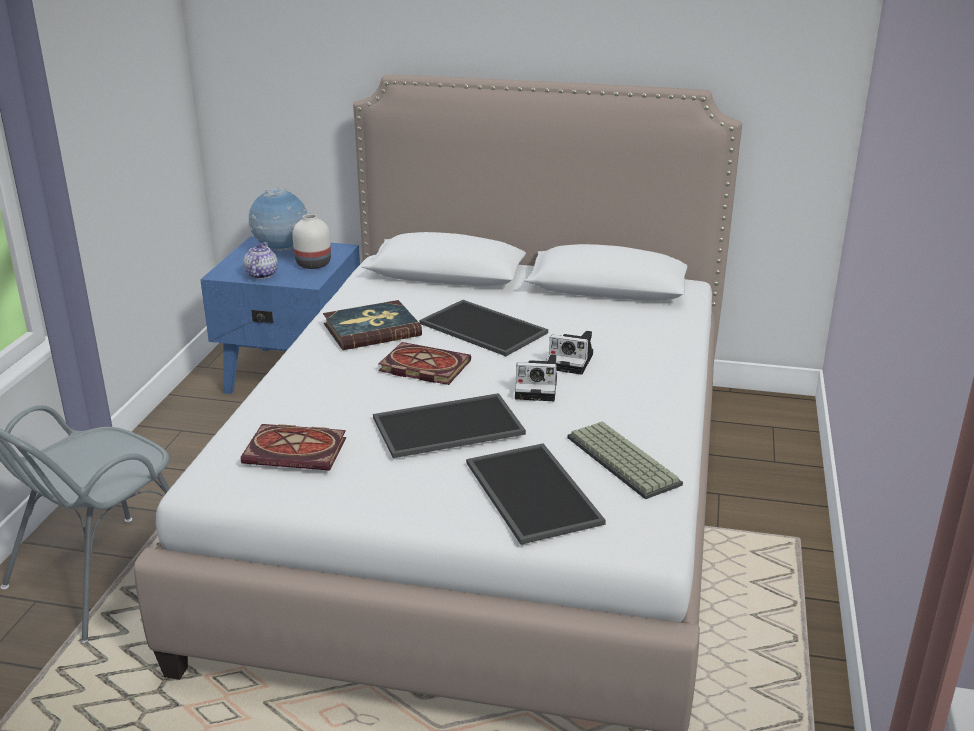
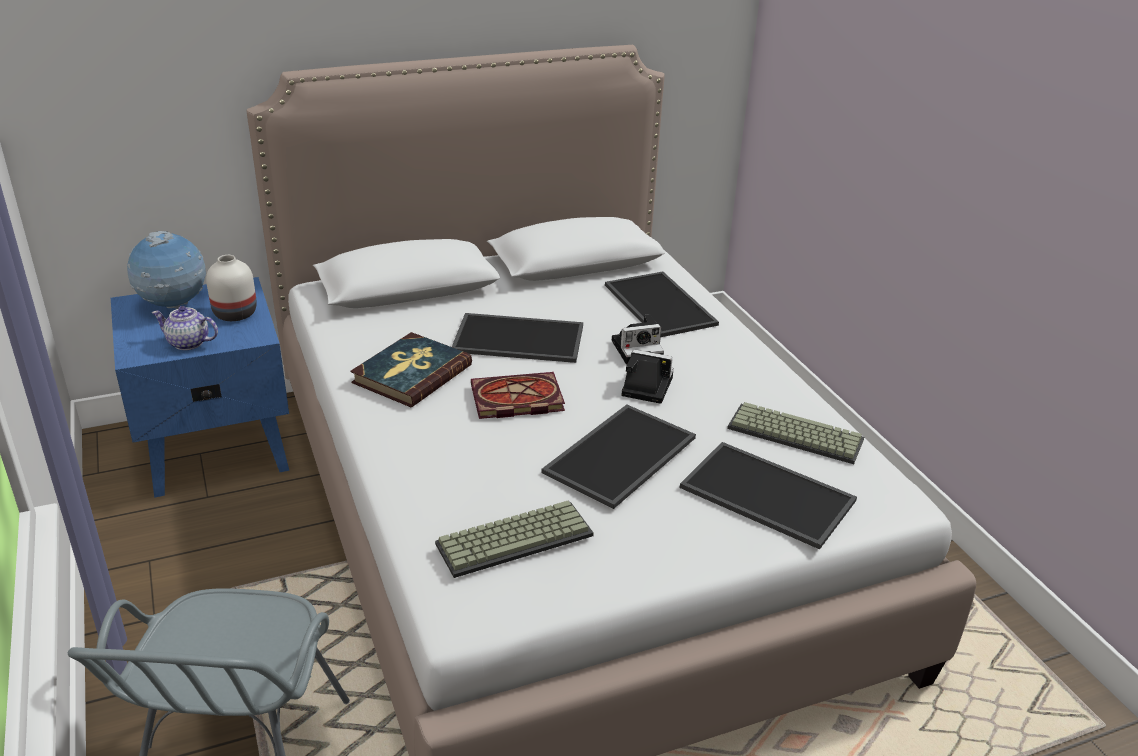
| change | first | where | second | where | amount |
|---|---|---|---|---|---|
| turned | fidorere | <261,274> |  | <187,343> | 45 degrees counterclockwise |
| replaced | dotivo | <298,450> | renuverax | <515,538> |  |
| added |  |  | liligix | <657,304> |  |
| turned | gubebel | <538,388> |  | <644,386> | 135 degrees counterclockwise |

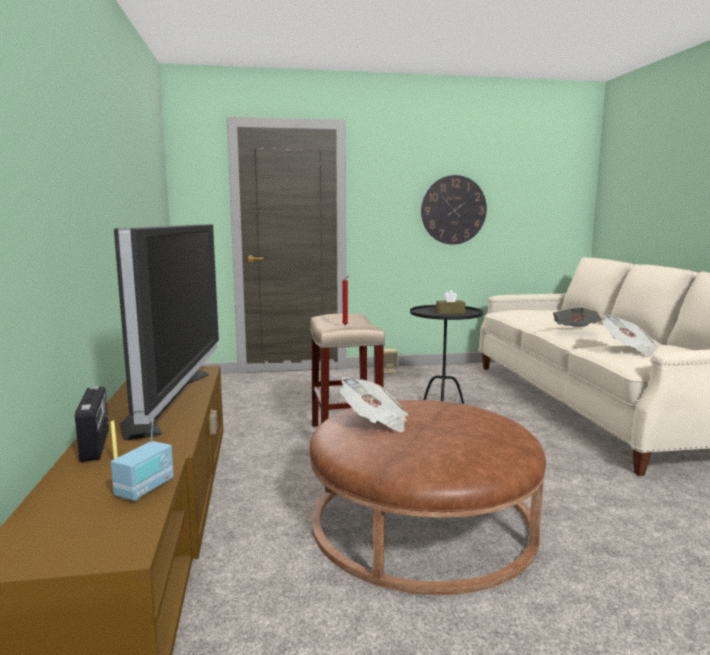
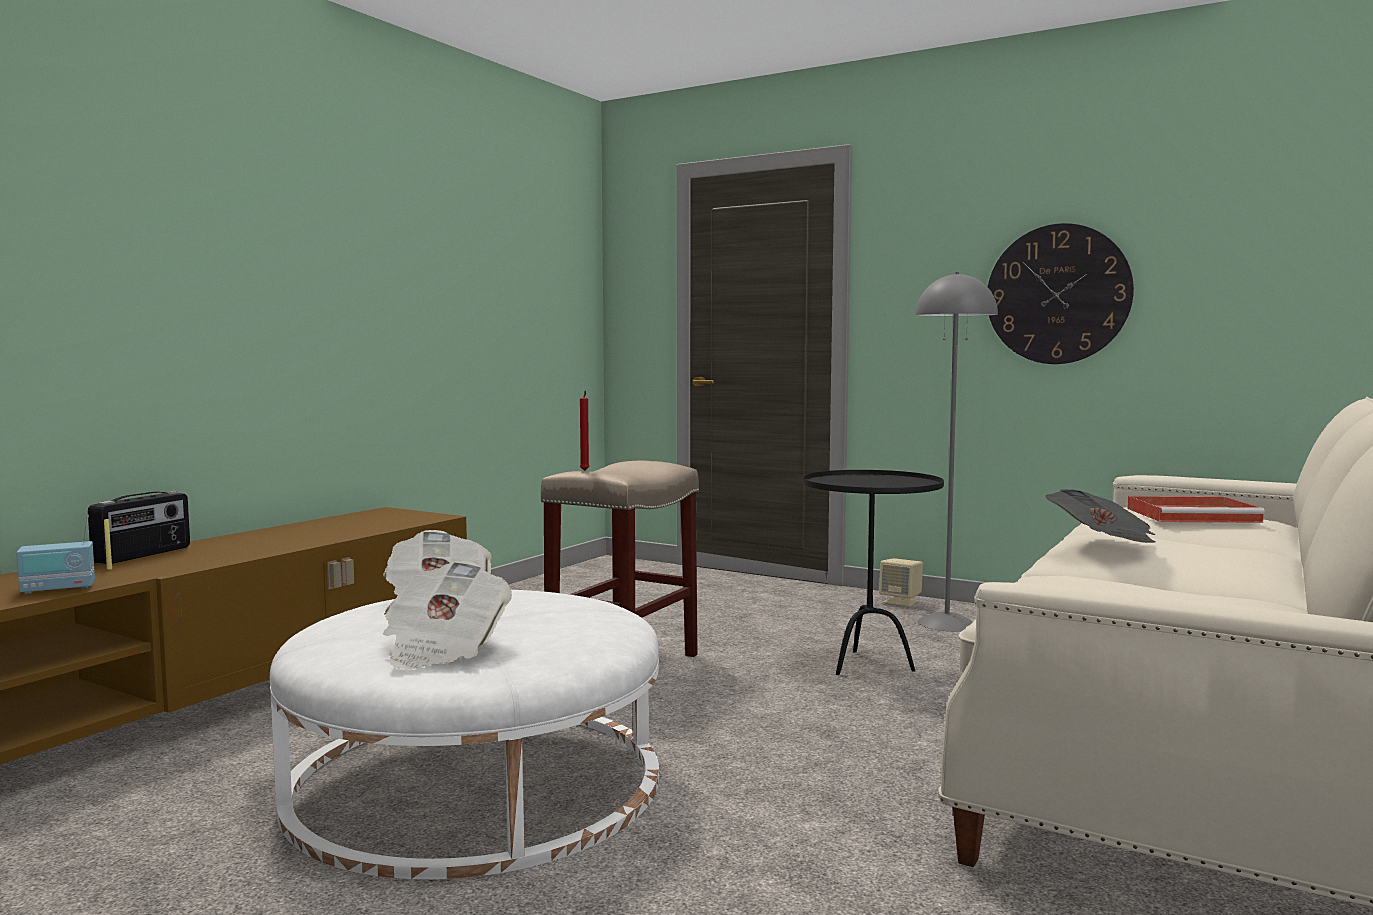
| change | first | where | second | where | amount |
|---|---|---|---|---|---|
| recoloured | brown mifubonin | <422,520> | white mifubonin | <475,780> |  |
| moved | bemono | <629,349> |  | <443,649> |  |
| added |  |  | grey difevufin | <947,623> |  |
| added |  |  | red liligix | <1194,515> |  |
| removed | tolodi | <170,400> |  |  |  |
| removed | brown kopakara | <450,312> |  |  |  |

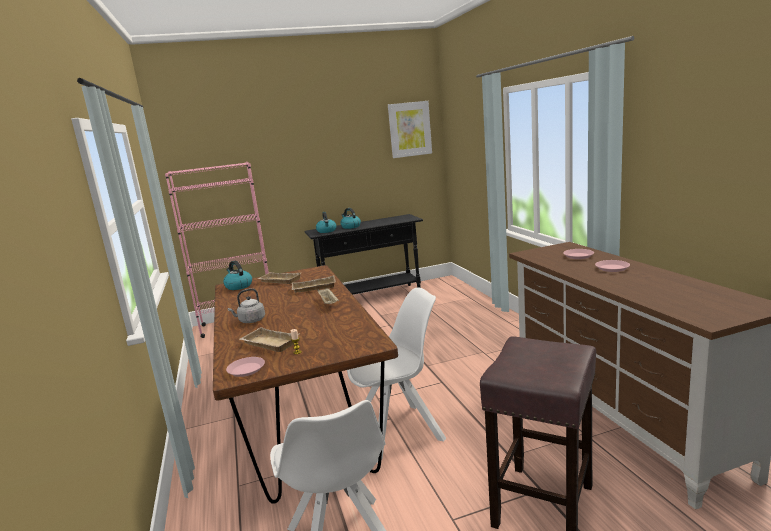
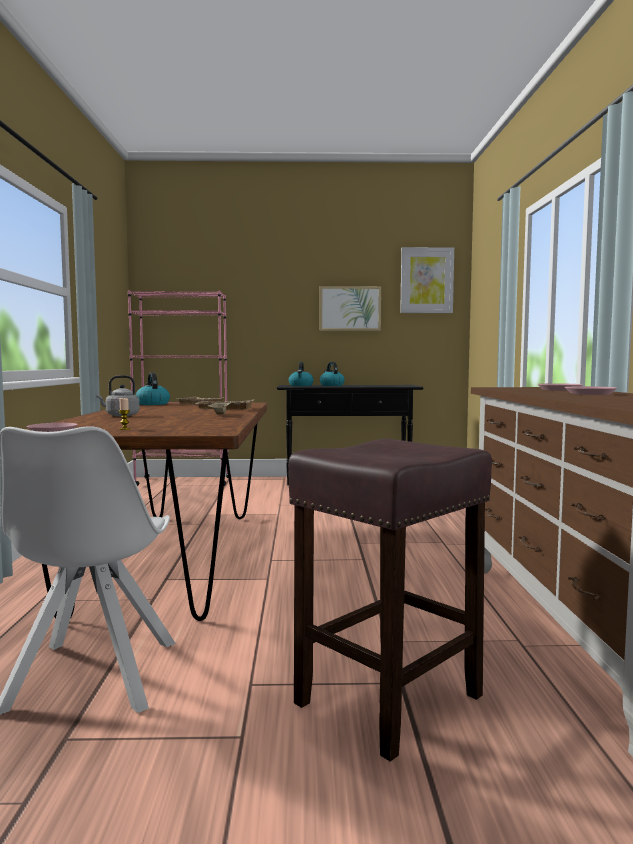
| change | first | where | second | where | amount |
|---|---|---|---|---|---|
| added |  |  | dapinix | <350,308> |  |
| removed | beige liligix | <268,344> |  |  |  |
| removed | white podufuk | <400,431> |  |  |  |

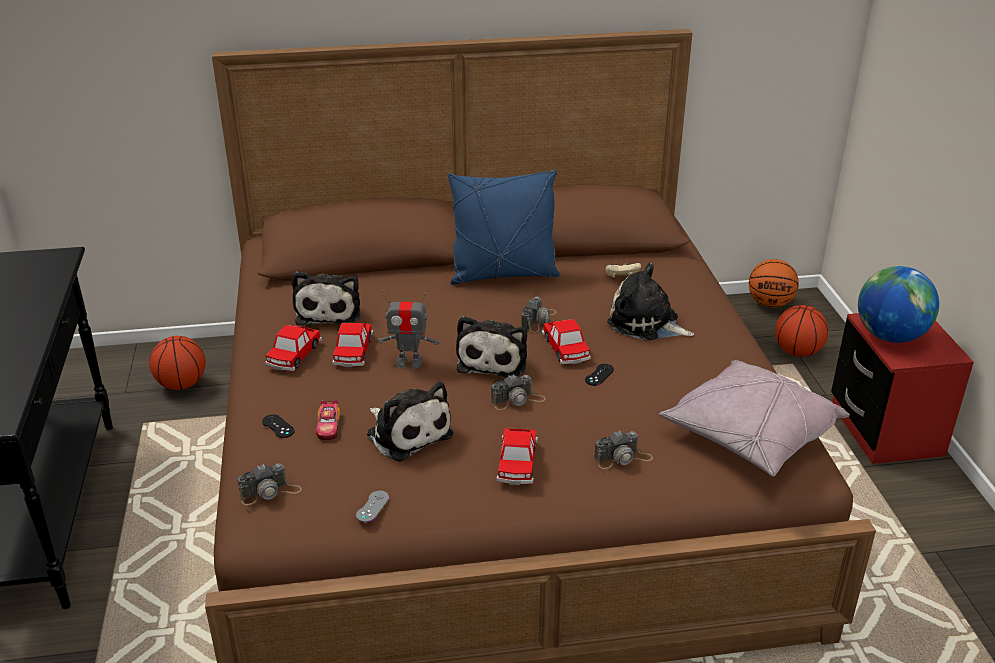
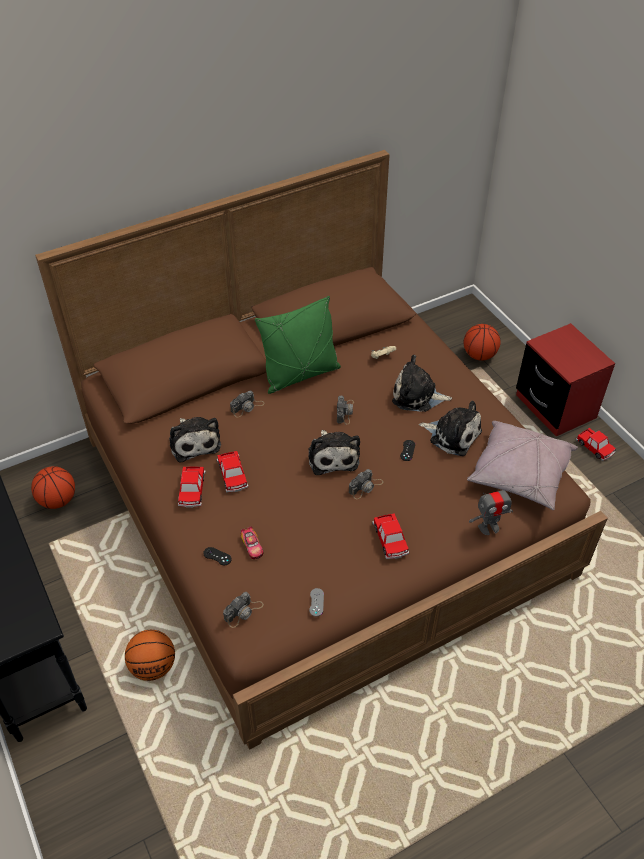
| change | first | where | second | where | amount |
|---|---|---|---|---|---|
| moved | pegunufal | <770,304> |  | <153,666> |  |
| moved | gubebel | <623,458> |  | <247,407> |  |
| recoloured | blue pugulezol | <503,274> | green pugulezol | <300,374> |  |
| moved | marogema | <407,432> |  | <452,435> |  |
| moved | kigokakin | <409,362> |  | <488,527> |  |
| moved | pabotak | <566,348> |  | <595,447> |  |
| removed | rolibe | <890,336> |  |  |  |

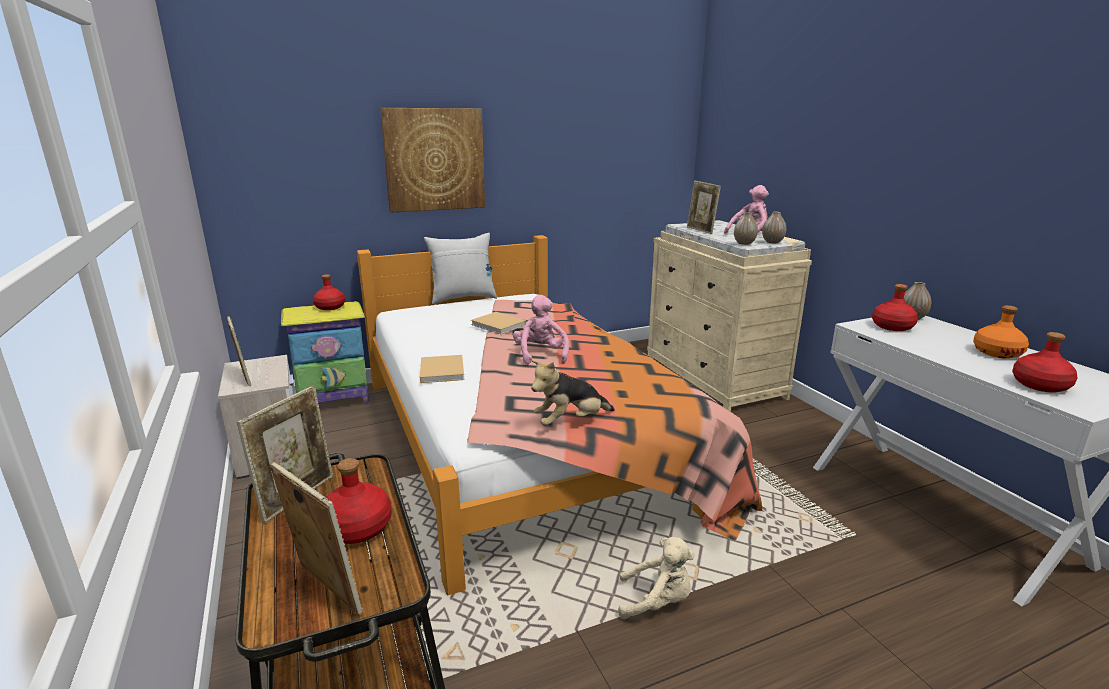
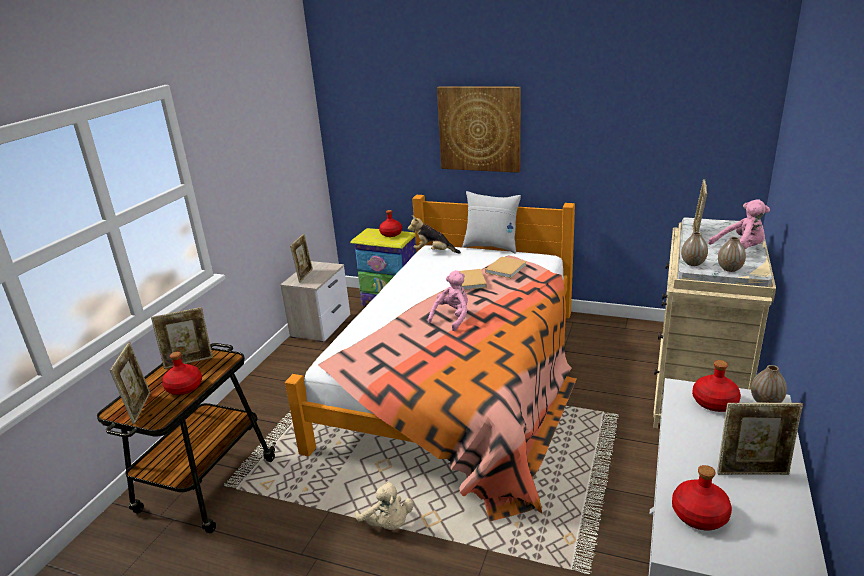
| change | first | where | second | where | amount |
|---|---|---|---|---|---|
| moved | marogema | <570,422> |  | <433,252> |  |
| moved | beige dotivo | <442,370> |  | <506,268> |  |
| replaced | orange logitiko | <997,352> | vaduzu | <752,471> |  |

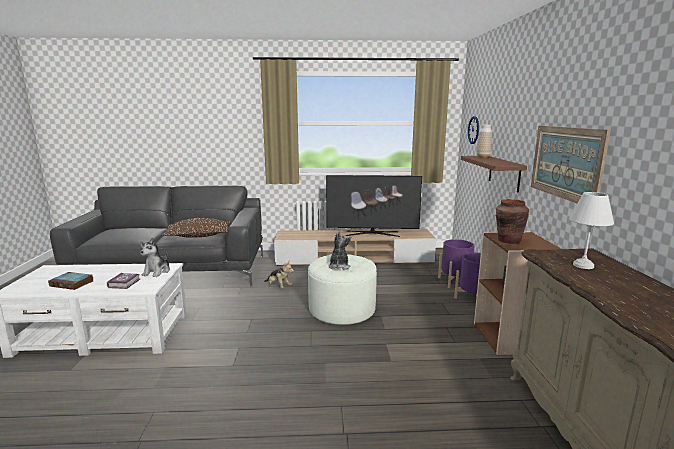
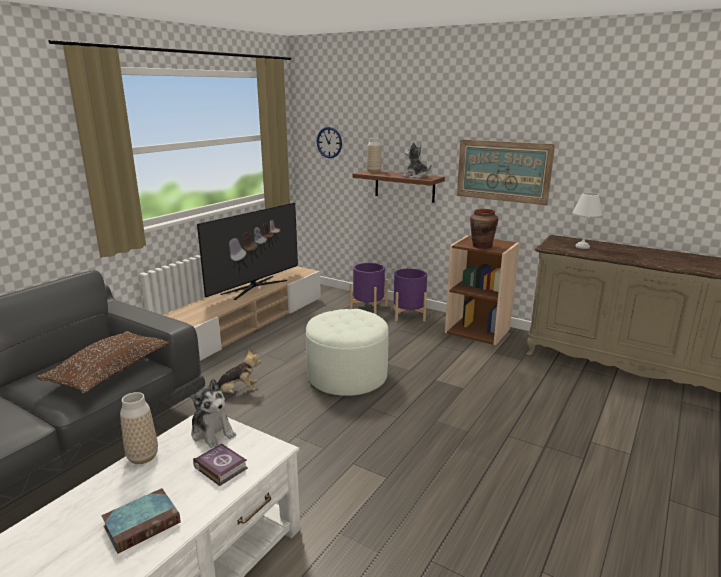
| change | first | where | second | where | amount |
|---|---|---|---|---|---|
| added |  |  | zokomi | <143,457> |  |
| moved | marogema | <339,266> |  | <416,176> |  |

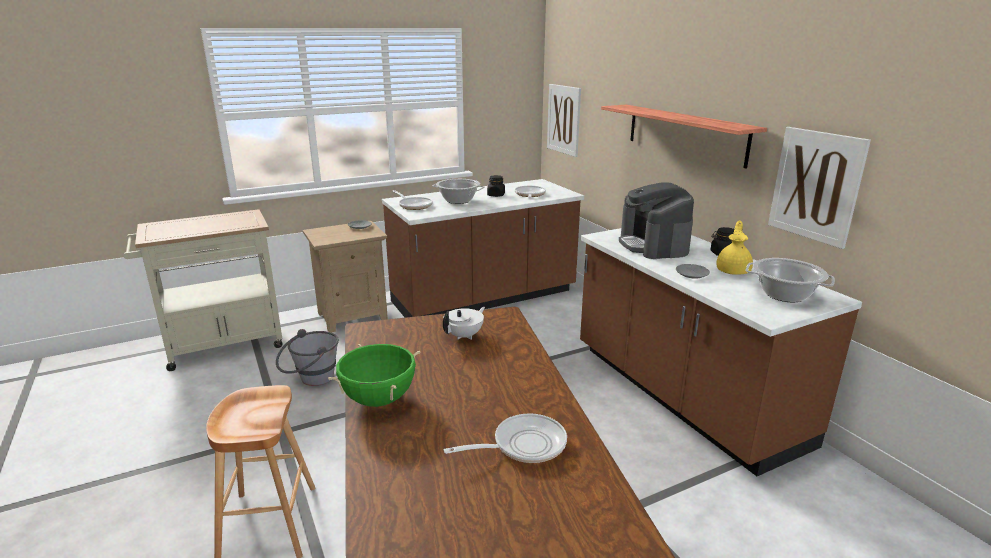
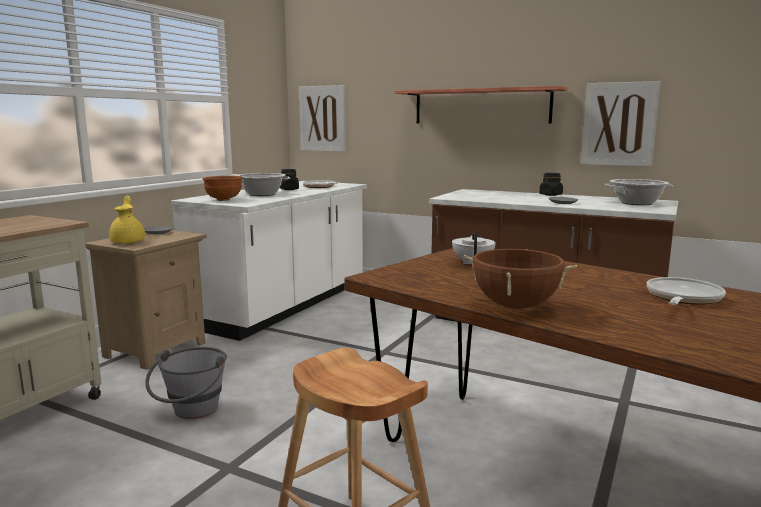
| change | first | where | second | where | amount |
|---|---|---|---|---|---|
| moved | yellow fidorere | <733,270> |  | <129,242> |  |
| recoloured | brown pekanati | <484,298> | white pekanati | <284,305> |  |
| replaced | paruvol | <414,205> | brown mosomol | <223,200> |  |
| recoloured | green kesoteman | <379,400> | brown kesoteman | <515,306> |  |
| removed | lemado | <653,245> |  |  |  |

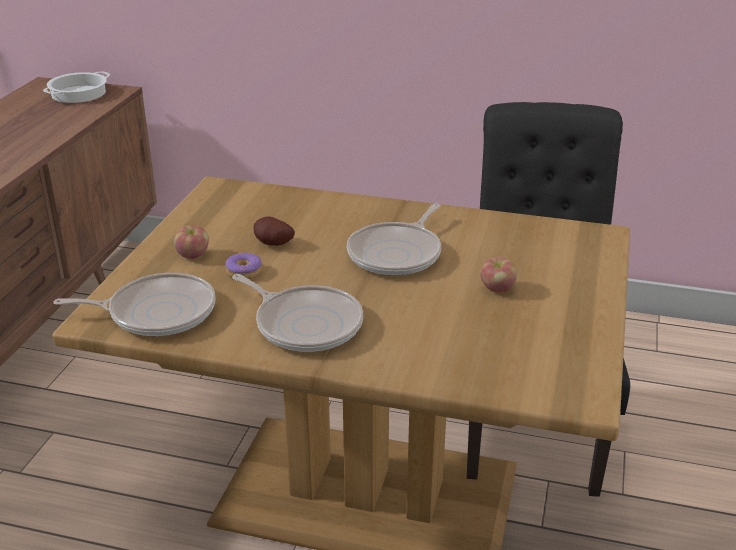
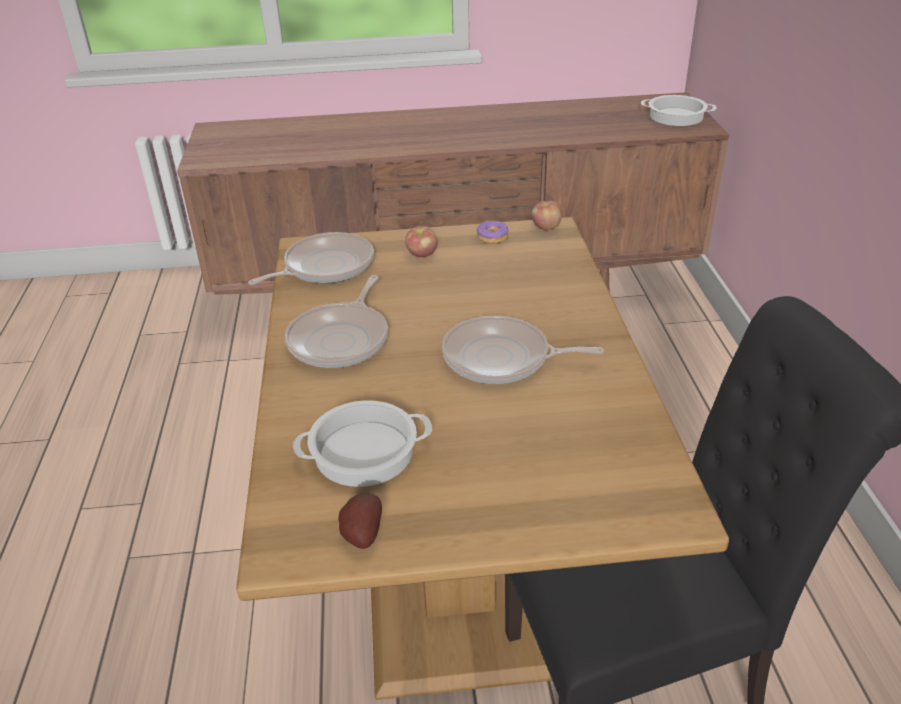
| change | first | where | second | where | amount |
|---|---|---|---|---|---|
| turned | paruvol | <157,312> |  | <324,267> | 105 degrees counterclockwise |
| added |  |  | kesoteman | <363,453> |  |
| moved | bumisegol | <272,244> |  | <360,534> |  |
| moved | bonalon | <244,272> |  | <493,237> |  |
| moved | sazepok | <497,289> |  | <546,227> |  |

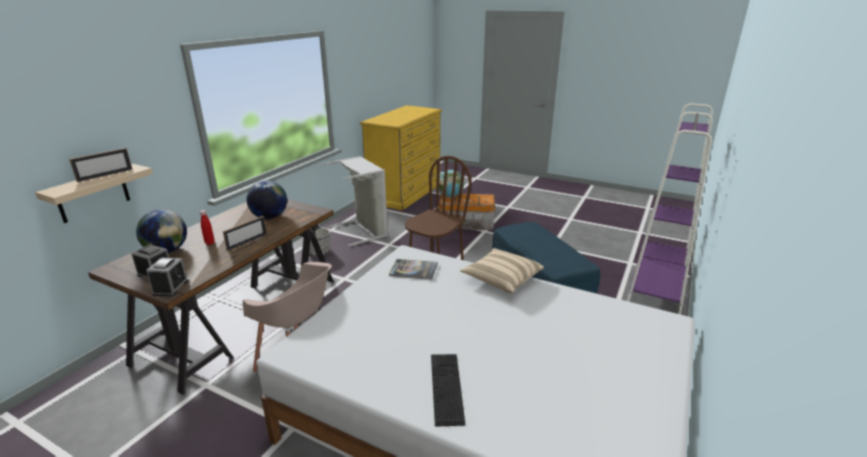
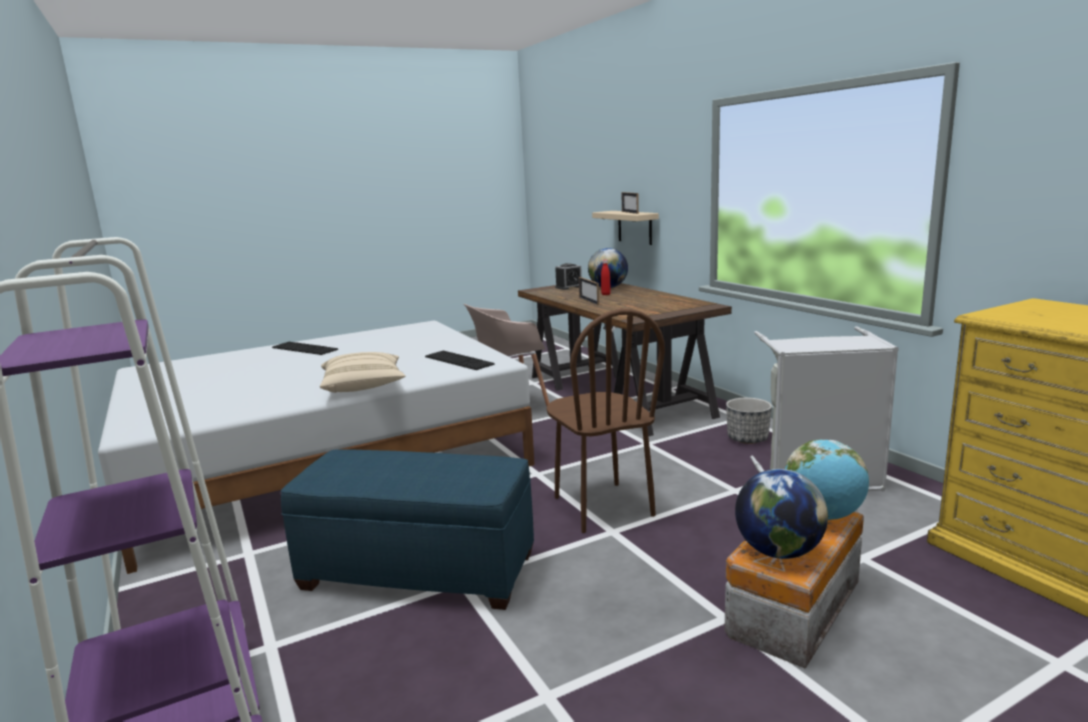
| change | first | where | second | where | amount |
|---|---|---|---|---|---|
| replaced | dotivo | <413,270> | renuverax | <458,360> |  |
| moved | rolibe | <269,217> |  | <778,552> |  |
| removed | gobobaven | <171,287> |  |  |  |

